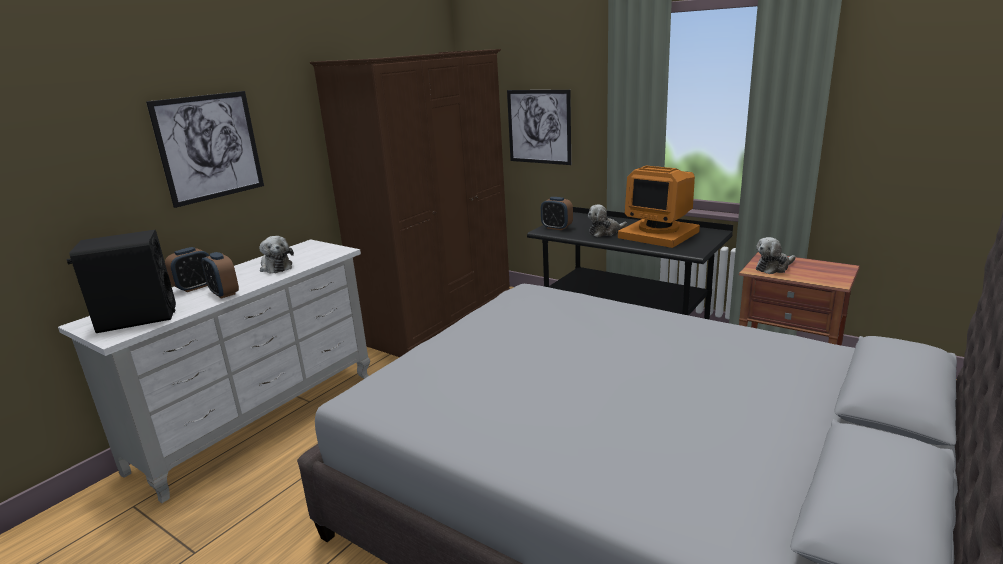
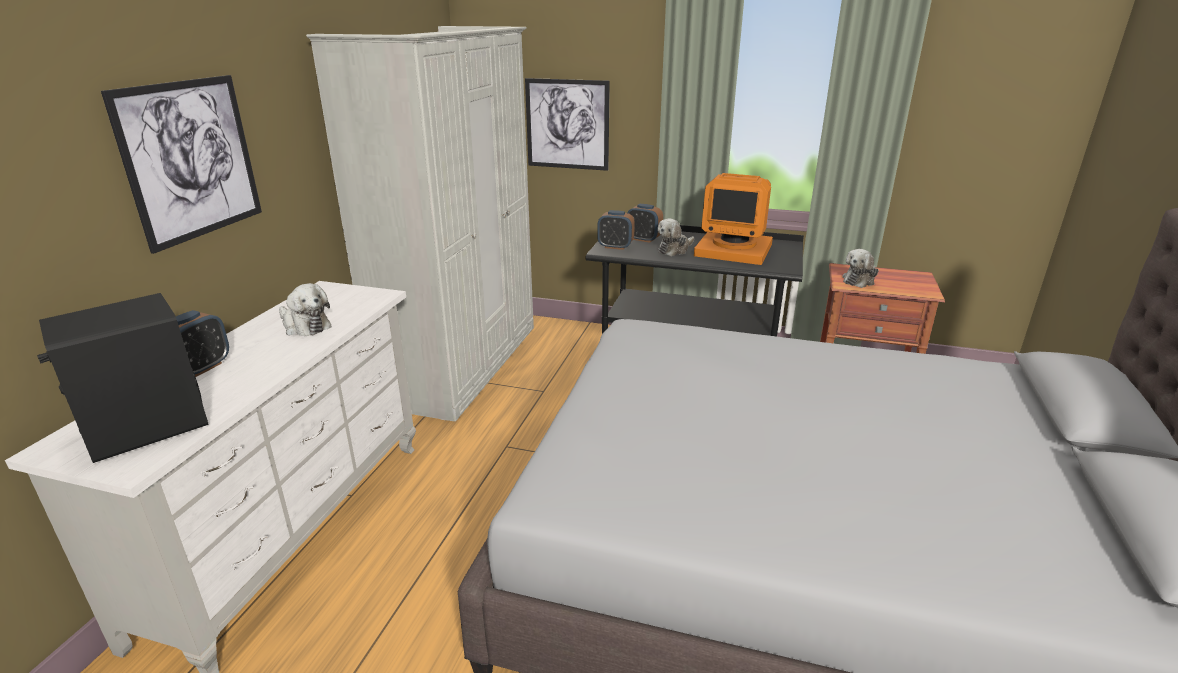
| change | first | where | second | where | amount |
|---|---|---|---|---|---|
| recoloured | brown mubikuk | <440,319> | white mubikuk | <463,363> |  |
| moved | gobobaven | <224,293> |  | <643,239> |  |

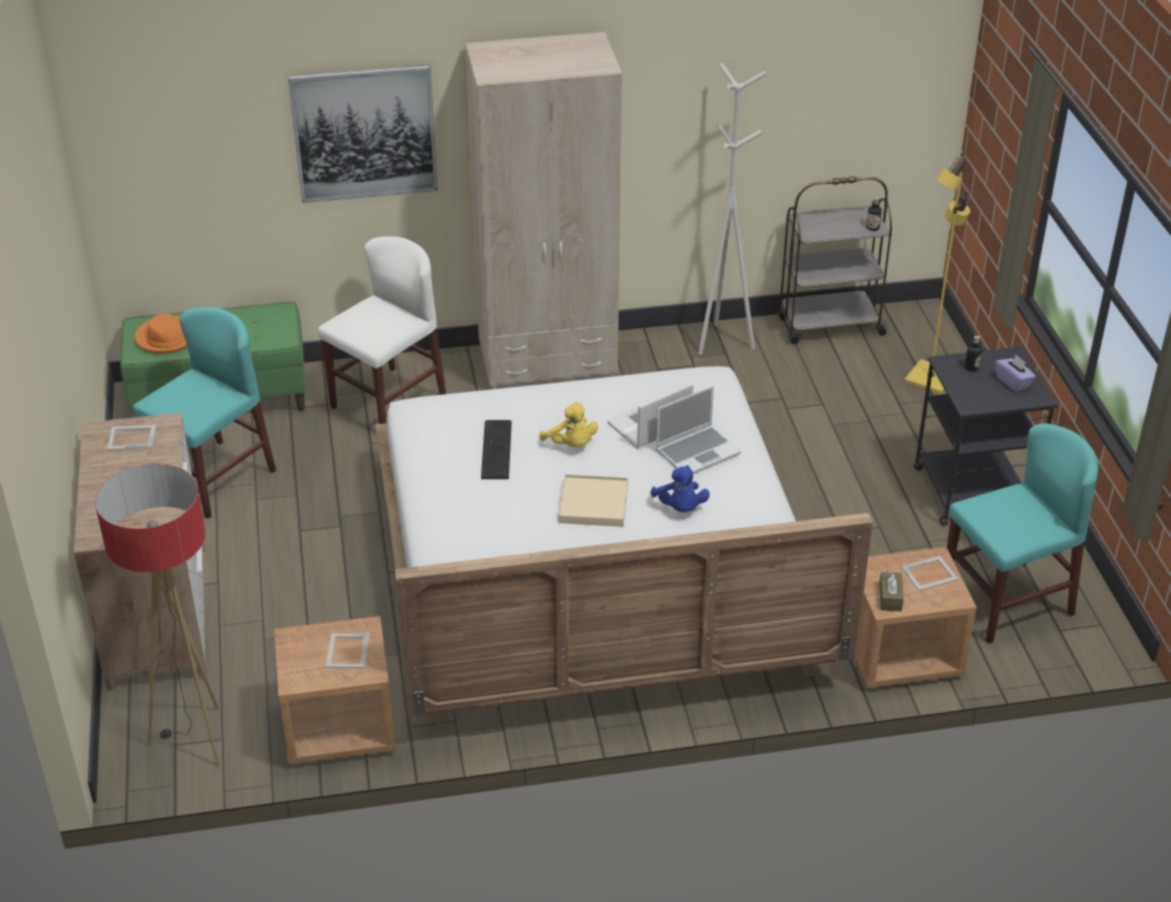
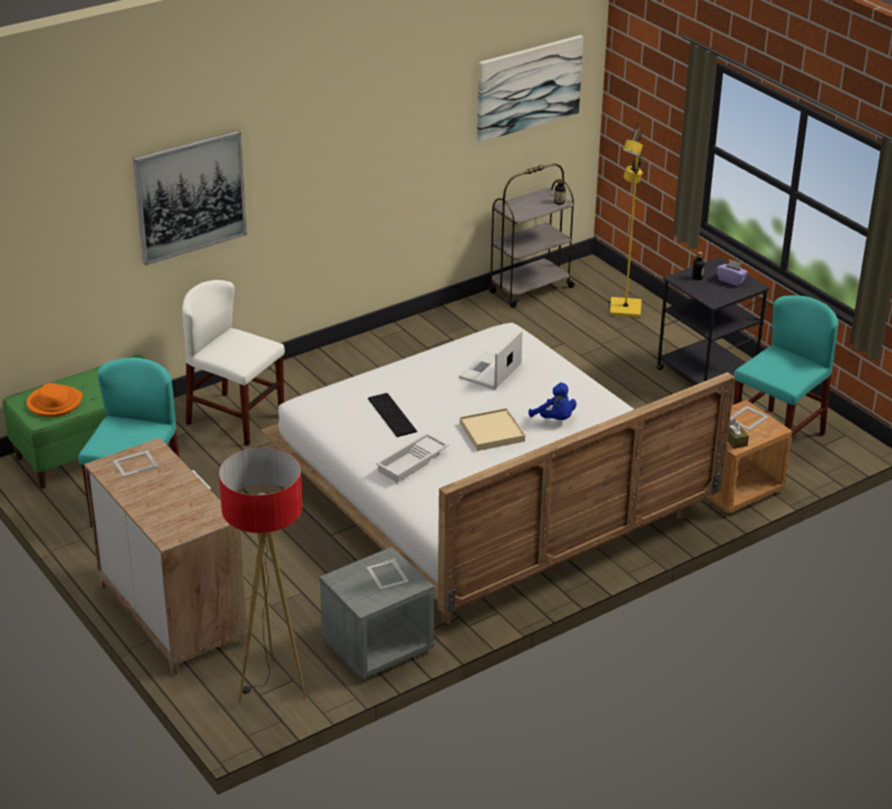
| change | first | where | second | where | amount |
|---|---|---|---|---|---|
| turned | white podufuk | <388,402> |  | <235,419> | 75 degrees counterclockwise |
| recoloured | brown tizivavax | <339,728> | grey tizivavax | <377,647> |  |
| added |  |  | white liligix | <412,462> |  |
| added |  |  | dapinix | <528,87> |  |
| removed | beige mubikuk | <549,364> |  |  |  |
| removed | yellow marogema | <571,445> |  |  |  |
| removed | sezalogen | <697,452> |  |  |  |
| removed | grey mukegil | <723,342> |  |  |  |

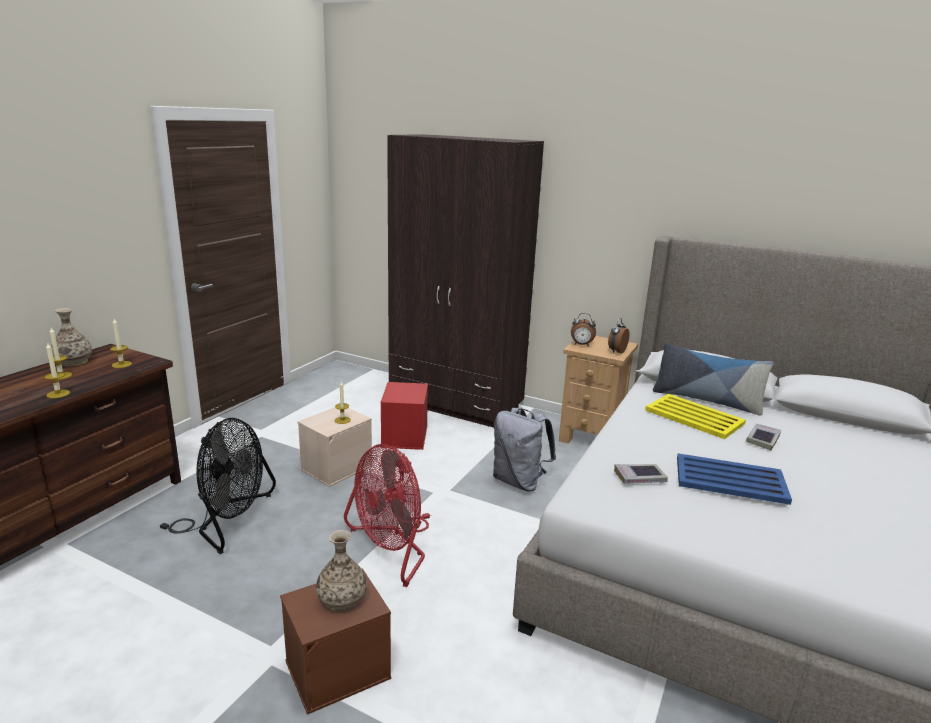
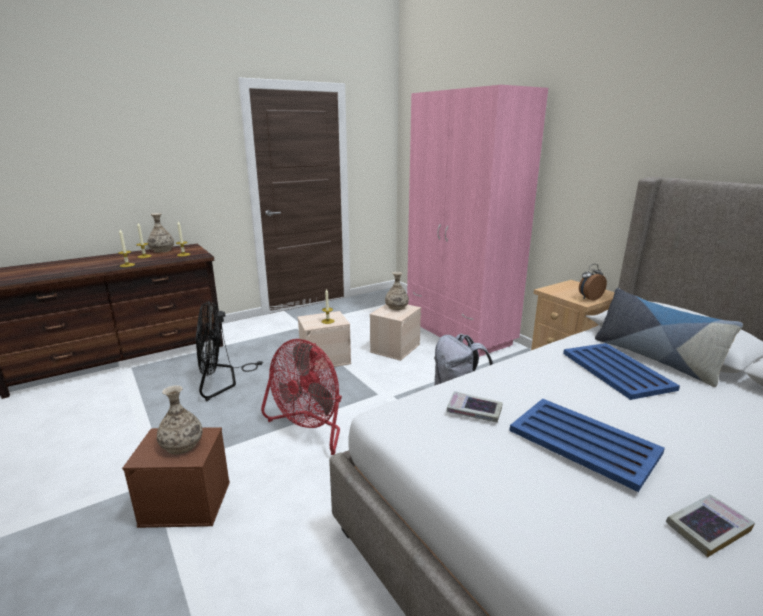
| change | first | where | second | where | amount |
|---|---|---|---|---|---|
| turned | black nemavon | <225,521> |  | <222,377> | 120 degrees clockwise |
| turned | red nemavon | <394,546> |  | <310,426> | 45 degrees counterclockwise |
| recoloured | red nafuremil | <404,436> | beige nafuremil | <395,348> |  |
| added |  |  | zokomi | <396,307> |  |
| recoloured | brown mubikuk | <456,404> | pink mubikuk | <459,332> |  |
| recoloured | yellow liligix | <693,416> | blue liligix | <616,370> |  |
| moved | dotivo | <762,439> |  | <707,528> |  |
| removed | gobobaven | <581,345> |  |  |  |

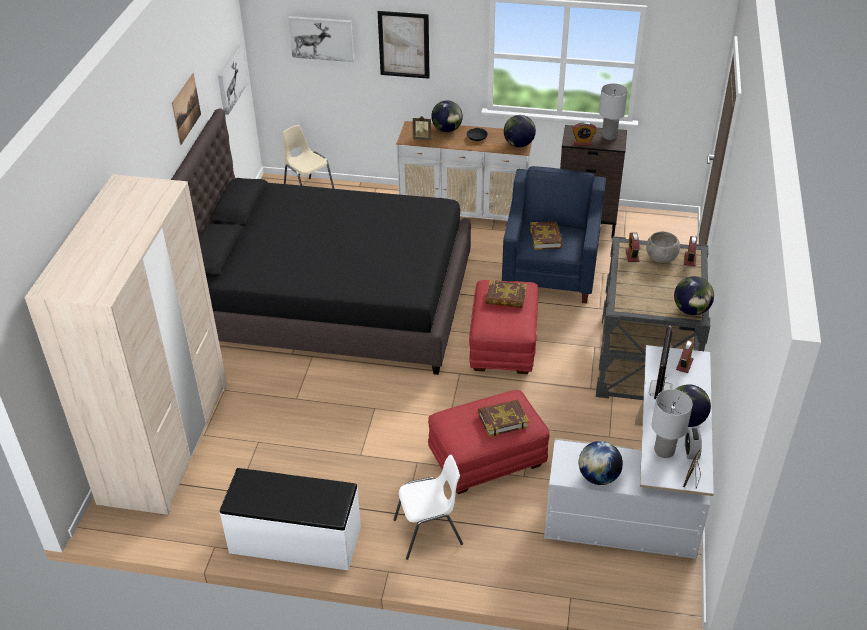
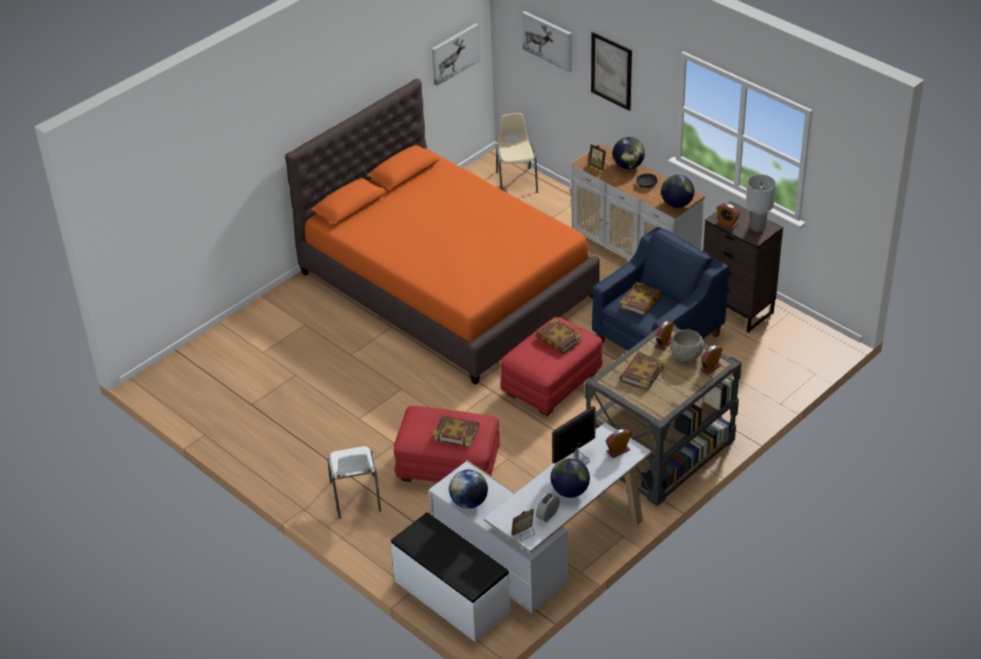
| change | first | where | second | where | amount |
|---|---|---|---|---|---|
| recoloured | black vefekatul | <328,299> | orange vefekatul | <447,284> |  |
| turned | white podufuk | <429,532> |  | <355,497> | 60 degrees clockwise |
| moved | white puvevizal | <295,540> |  | <451,597> |  |
| added |  |  | dotivo | <641,374> |  |
| removed | beige mubikuk | <165,441> |  |  |  |
| removed | dapinix | <186,108> |  |  |  |
| removed | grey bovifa | <663,452> |  |  |  |
| removed | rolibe | <691,310> |  |  |  |

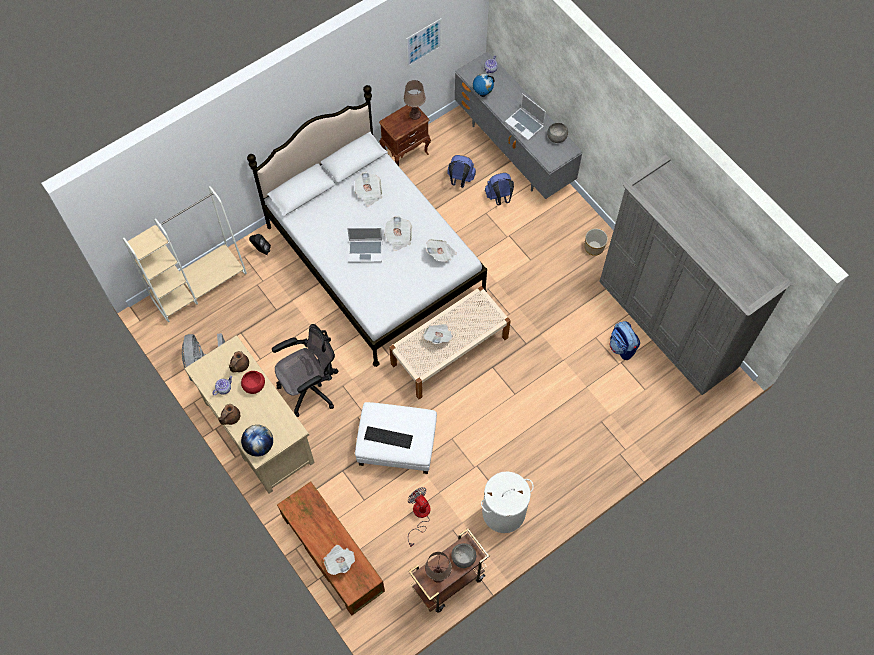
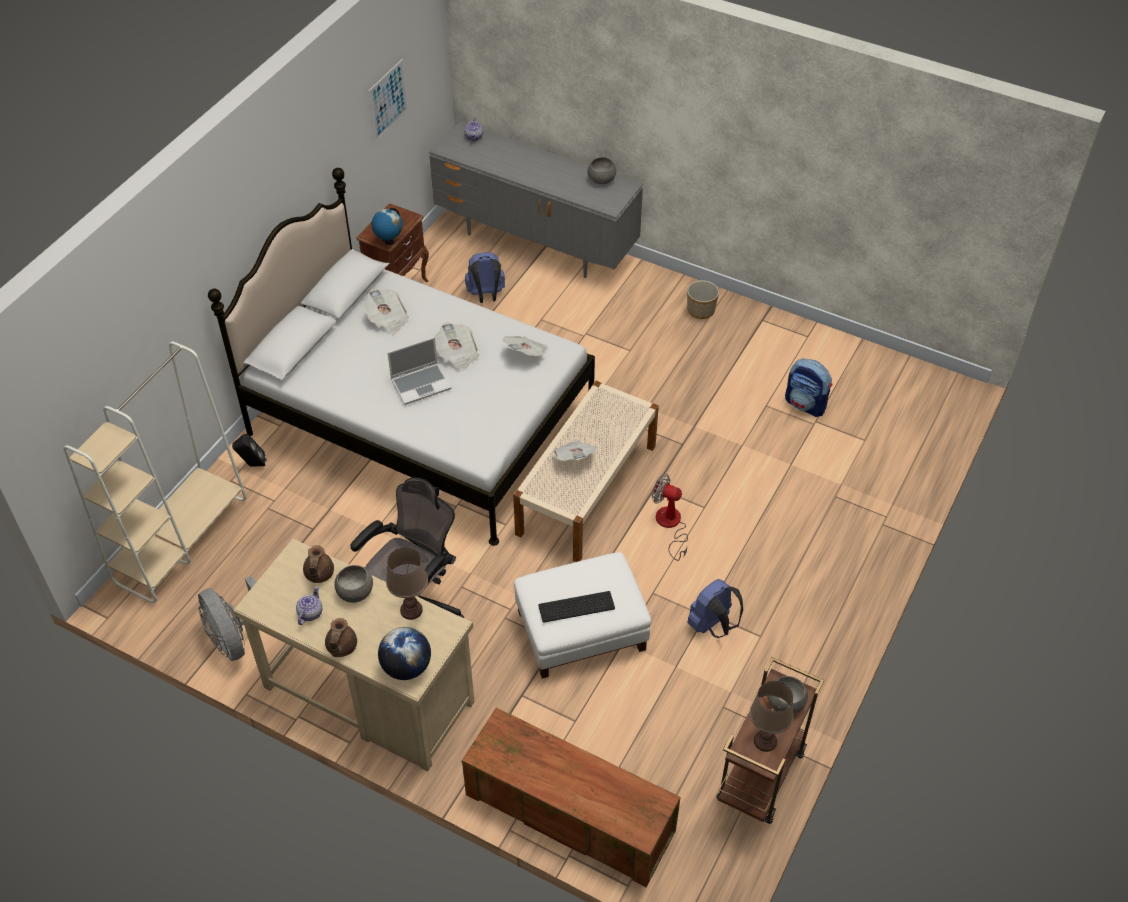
| change | first | where | second | where | amount |
|---|---|---|---|---|---|
| recoloured | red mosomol | <254,385> | grey mosomol | <355,591> |  |
| moved | rolibe | <482,94> |  | <389,241> |  |
| moved | brown bovifa | <415,114> |  | <411,610> |  |
| moved | nemavon | <419,516> |  | <670,525> |  |
| moved | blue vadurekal | <499,197> |  | <712,625> |  |
| removed | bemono | <339,561> |  |  |  |
| removed | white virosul | <503,512> |  |  |  |
| removed | sezalogen | <525,124> |  |  |  |
| removed | grey mubikuk | <667,324> |  |  |  |

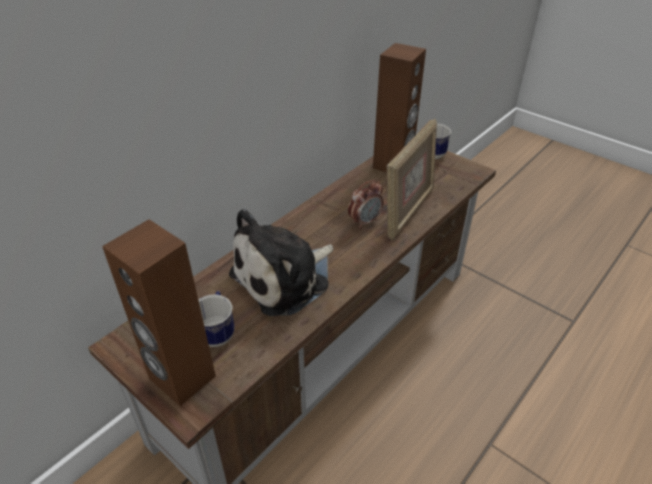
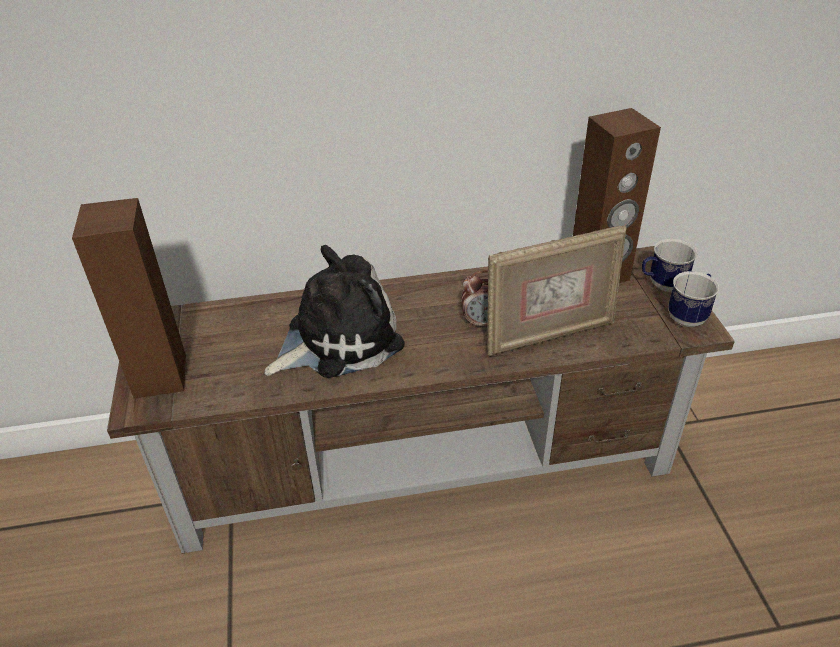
| change | first | where | second | where | amount |
|---|---|---|---|---|---|
| turned | marogema | <285,278> |  | <337,338> | 150 degrees clockwise |
| moved | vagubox | <218,332> |  | <689,316> |  |

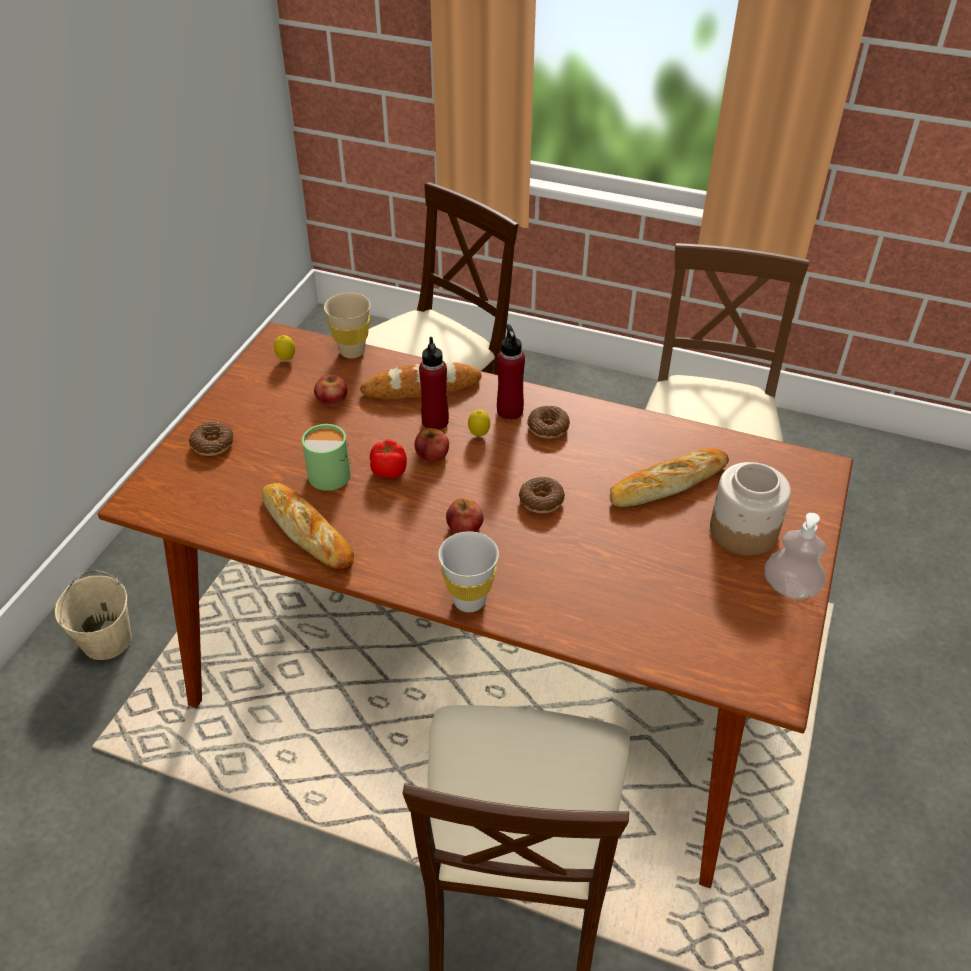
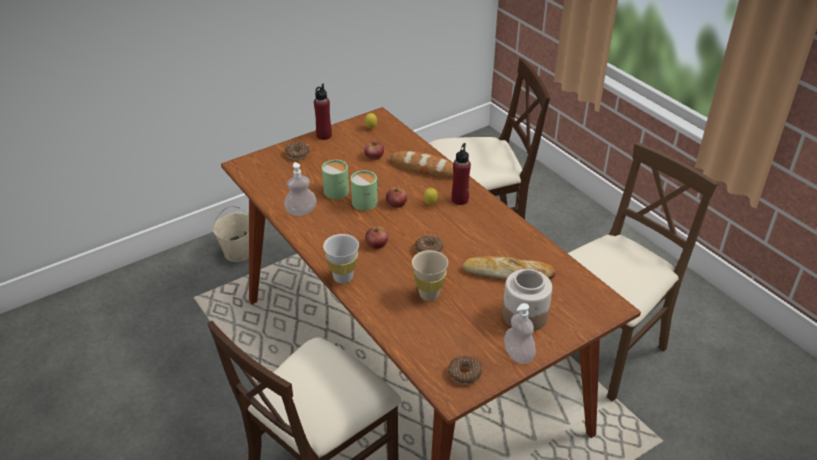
| change | first | where | second | where | amount |
|---|---|---|---|---|---|
| replaced | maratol | <307,531> | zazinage | <301,211> |  |
| moved | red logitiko | <435,422> |  | <324,135> |  |
| replaced | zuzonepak | <389,470> | green vagubox | <367,201> |  |
| moved | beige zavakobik | <352,351> |  | <429,294> |  |
| moved | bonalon | <548,427> |  | <464,373> |  |

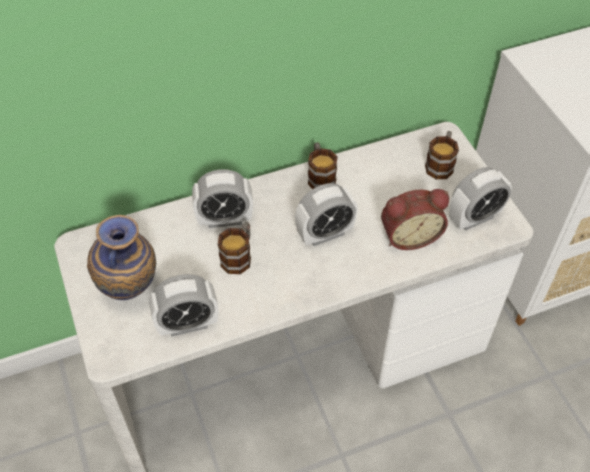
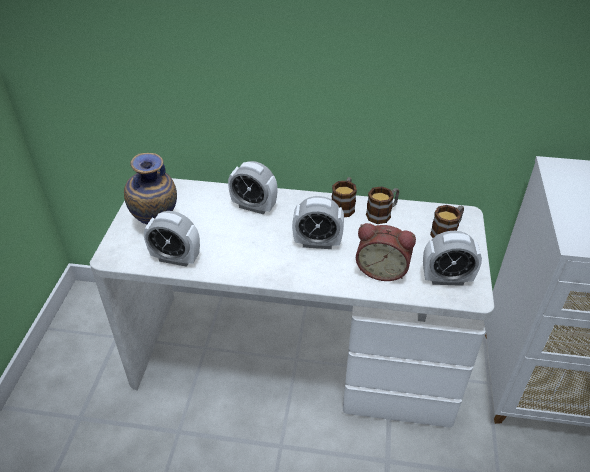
| change | first | where | second | where | amount |
|---|---|---|---|---|---|
| moved | vagubox | <239,256> |  | <382,214> |  |

